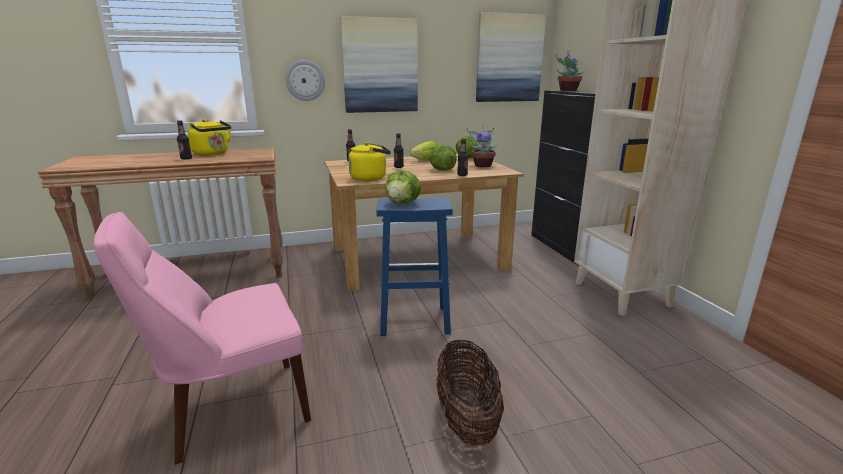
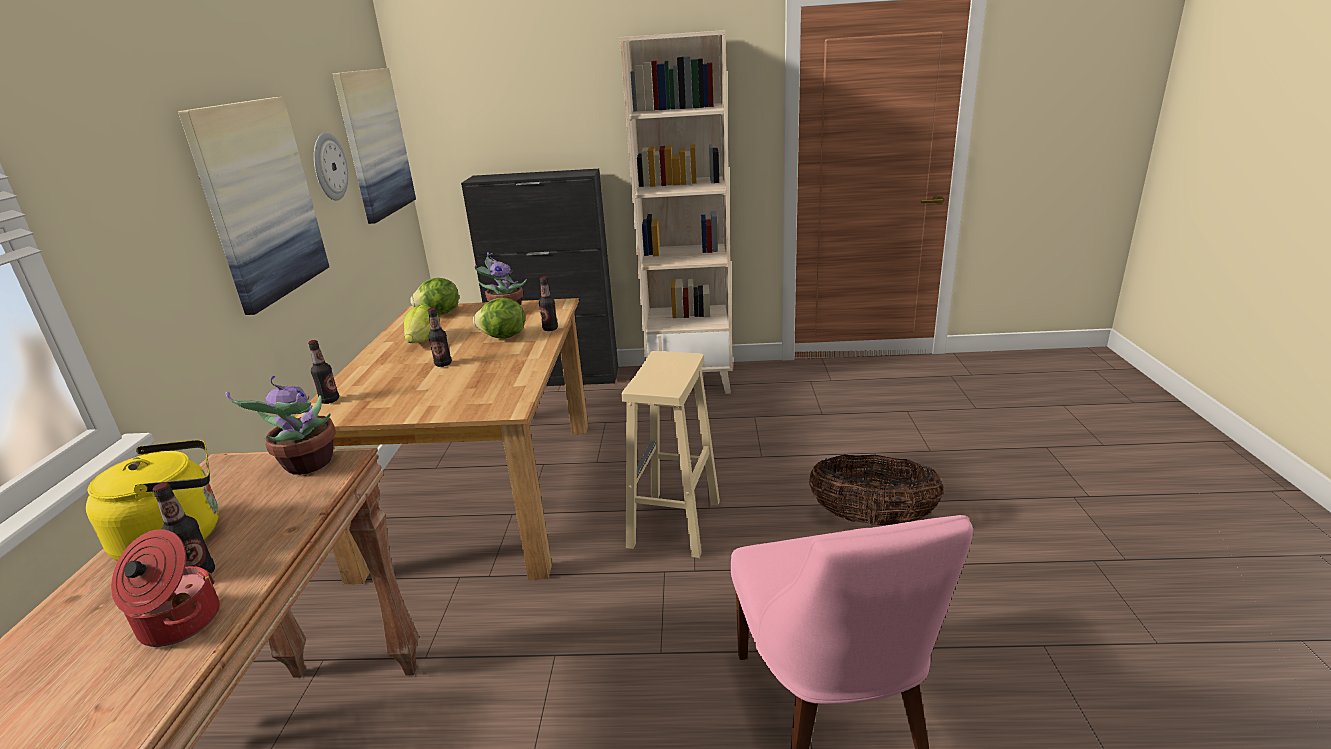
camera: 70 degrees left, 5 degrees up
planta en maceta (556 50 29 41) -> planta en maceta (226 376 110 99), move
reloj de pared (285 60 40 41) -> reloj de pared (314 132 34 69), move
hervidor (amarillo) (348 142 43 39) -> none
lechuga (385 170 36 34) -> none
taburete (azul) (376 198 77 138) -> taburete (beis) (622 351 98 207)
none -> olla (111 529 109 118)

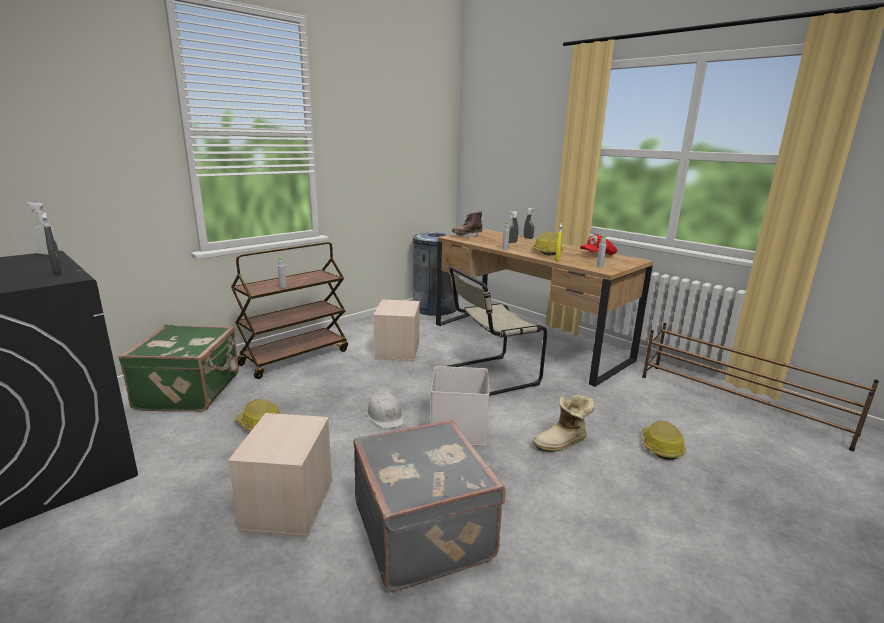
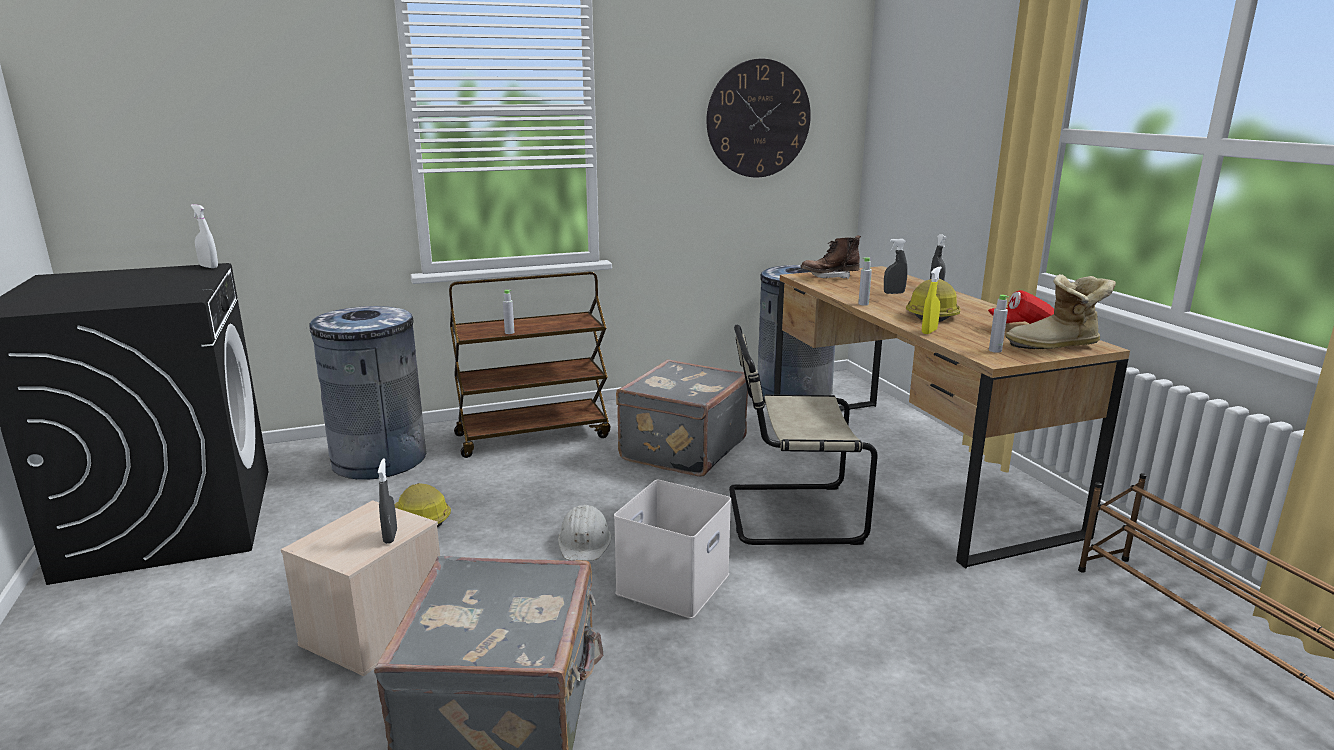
camera: 25 degrees right, 0 degrees up
pulverizador (gris) (42 212 21 63) -> pulverizador (gris) (378 459 19 85), move
caja de almacenaje (beis) (373 299 47 62) -> maleta (gris) (616 360 132 117)
maleta (verde) (118 324 121 88) -> papelera (gris) (310 306 116 174)
bota (532 394 63 58) -> bota (1005 274 111 75), move
casco (642 421 44 39) -> none
none -> reloj de pared (707 59 104 119)

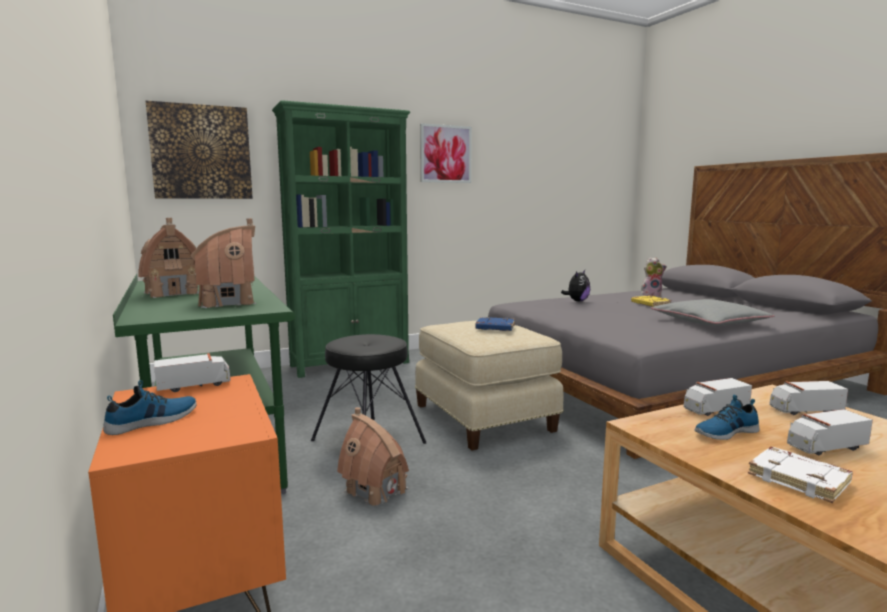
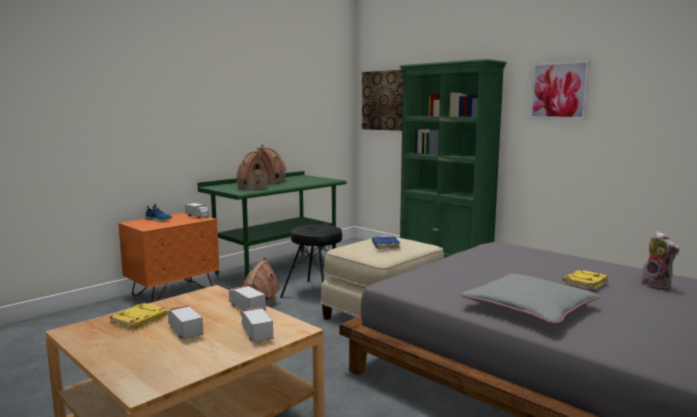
camera: 70 degrees right, 0 degrees up
peluche (561 270 29 31) -> none
zapato (694 395 65 45) -> none
libro (blanco) (748 447 105 56) -> libro (amarillo) (109 303 58 26)

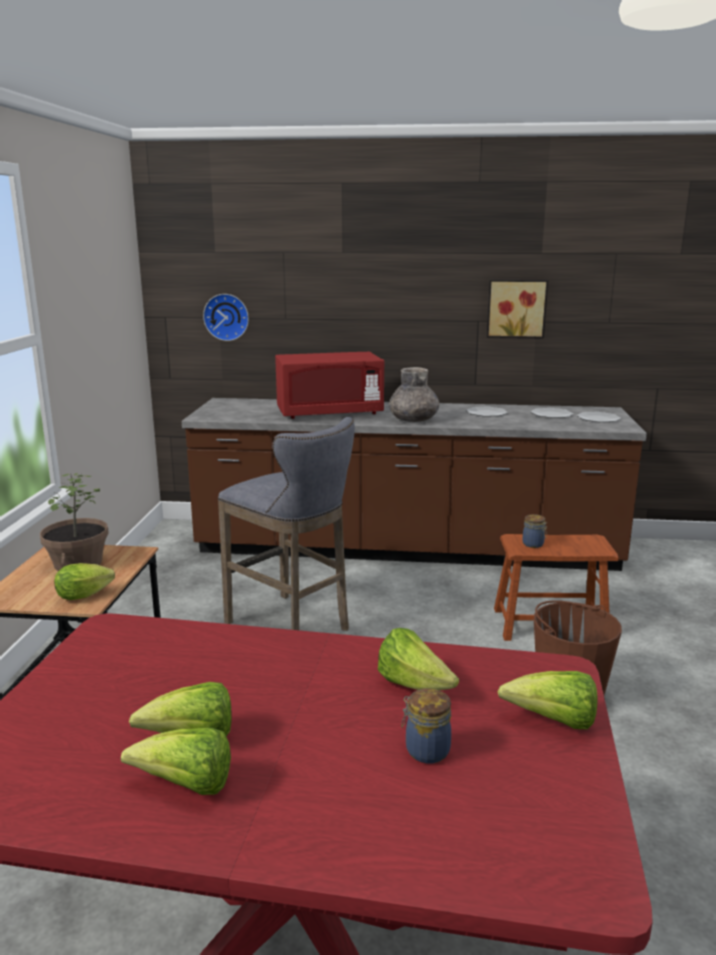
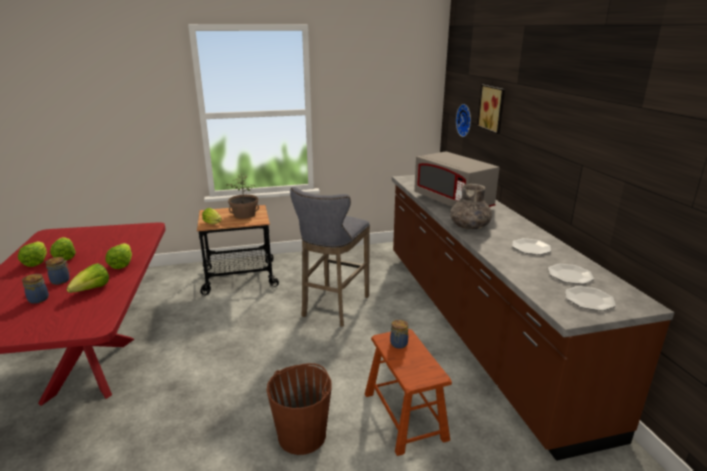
camera: 70 degrees right, 5 degrees up
cuadro (487 280 61 59) -> cuadro (477 85 28 49), move
microondas (rojo) (275 352 109 67) -> microondas (gris) (414 151 86 56)
lechuga (498 671 99 58) -> lechuga (105 243 27 26), move
none -> tarro (45 257 26 28)

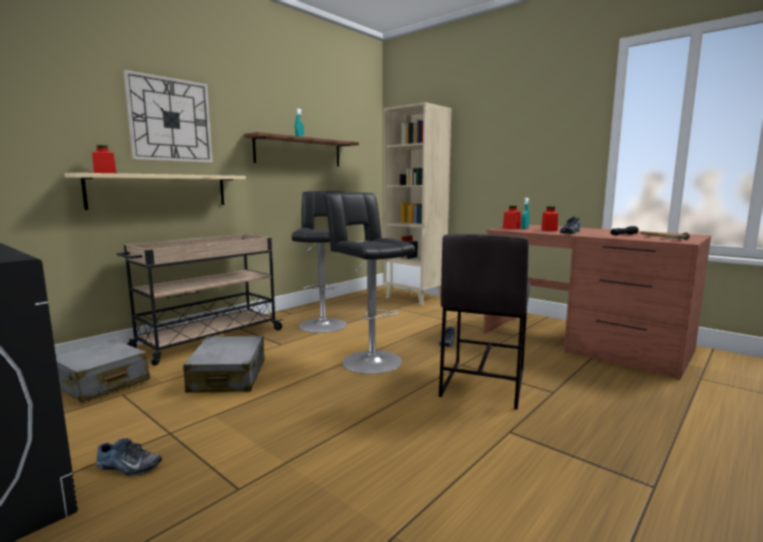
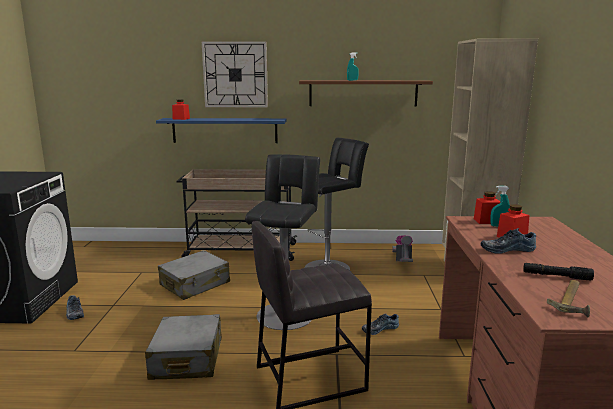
camera: 50 degrees right, 5 degrees up
estante (beis) (64 173 182 37) -> estante (azul) (156 118 130 25)
maleta (gris) (56 340 94 63) -> maleta (gris) (145 314 77 66), move
none -> aspiradora (392 236 21 26)

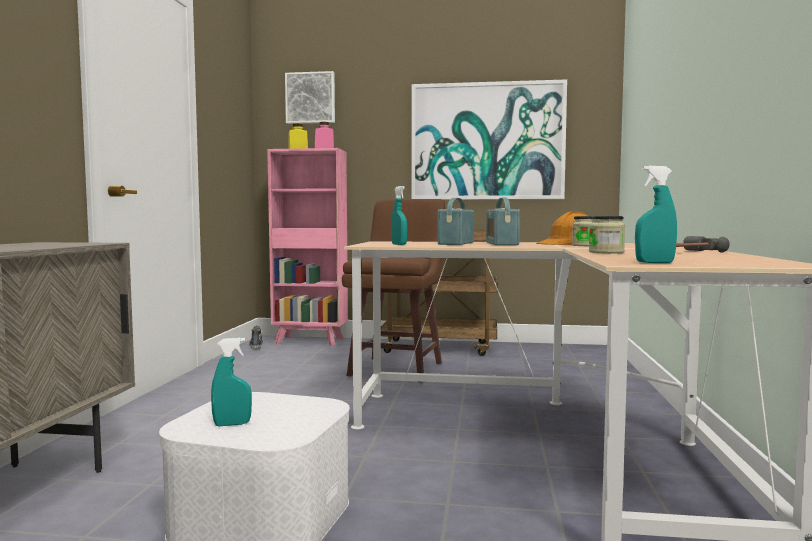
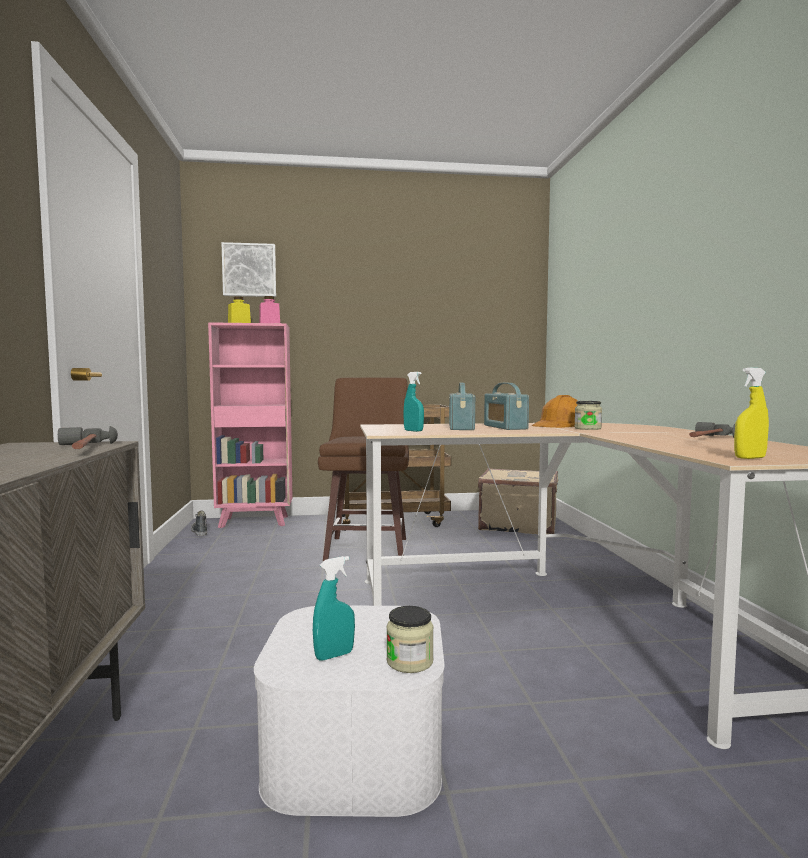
camera: 15 degrees left, 0 degrees up
cuadro (411 79 156 121) -> none
pulverizador (turquesa) (635 166 42 97) -> pulverizador (amarillo) (734 367 35 92)
tarro (589 216 36 38) -> tarro (386 606 48 67), move
none -> martillo (58 426 60 23)
none -> maleta (beis) (478 468 80 66)

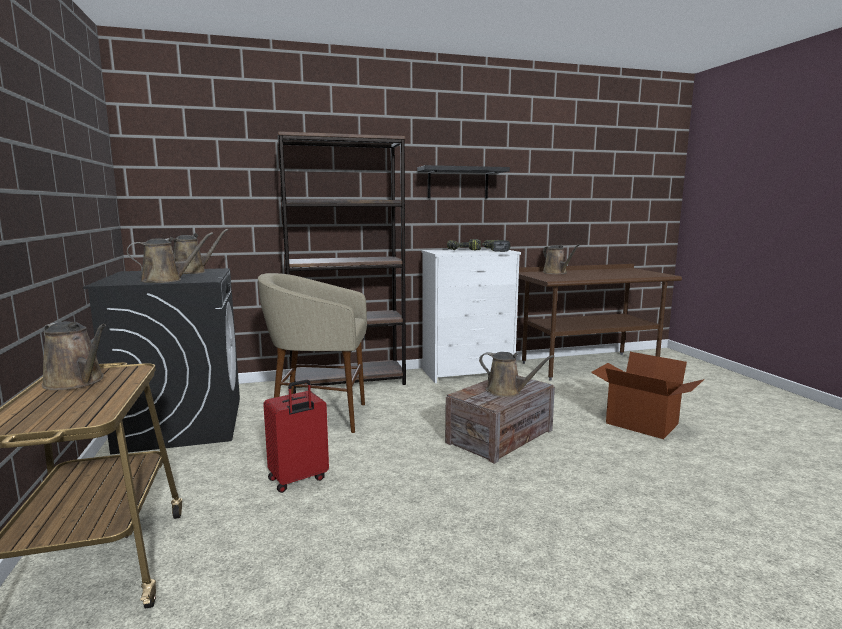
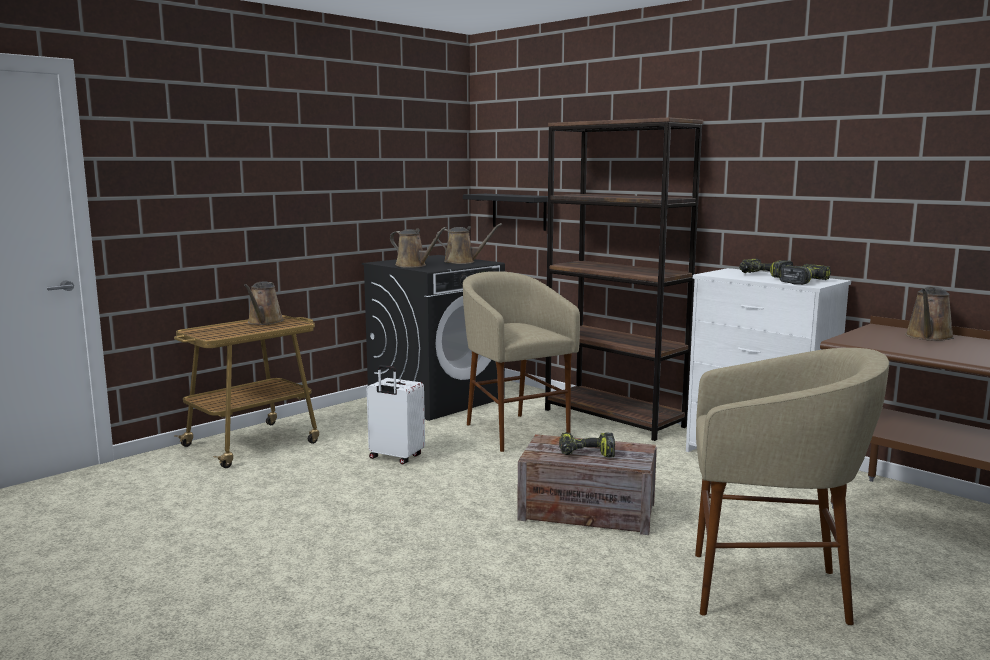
camera: 60 degrees right, 0 degrees up
estante (negro) (417 165 93 34) -> estante (negro) (463 194 85 37), move
regadera (marrón) (479 352 75 45) -> taladro (559 432 56 25)
caja de cartón (591 352 113 87) -> taburete (beis) (695 348 194 277)
maleta (rojo) (263 380 66 113) -> maleta (blanco) (367 365 58 100)

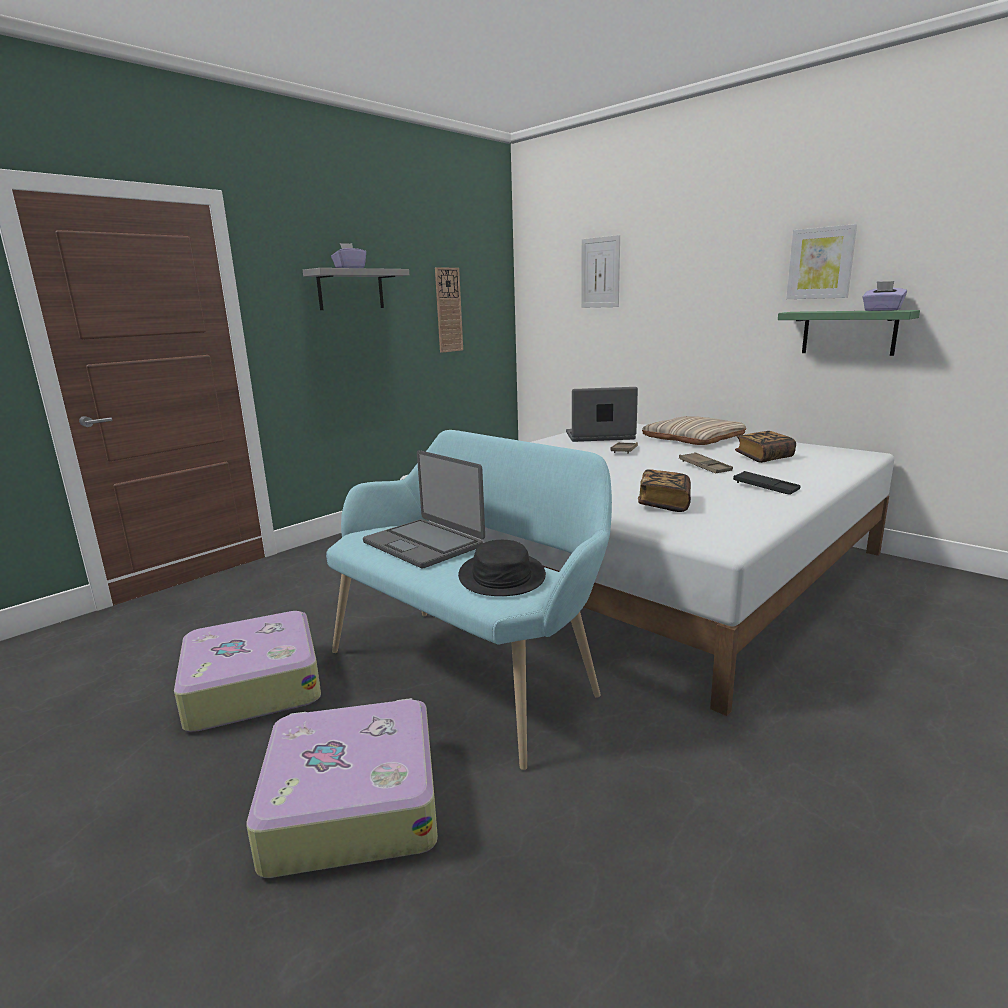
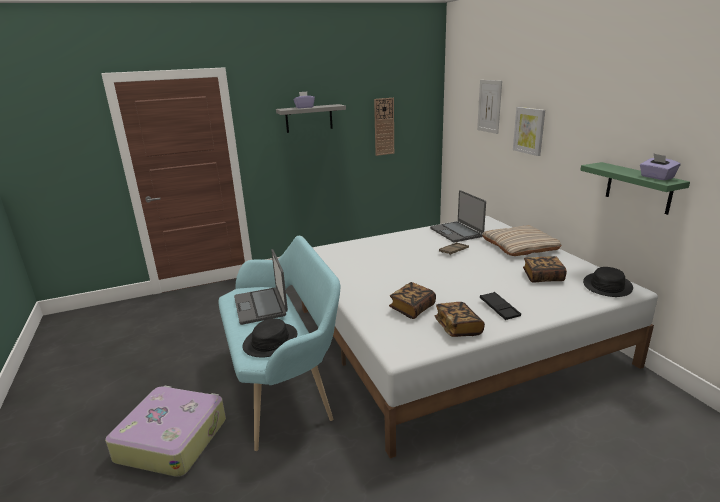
camera: 25 degrees right, 5 degrees up
cuadro (786 224 71 75) -> cuadro (513 107 32 49), move
portátil (566 387 72 55) -> portátil (430 190 56 53), 135 degrees counterclockwise
bandeja (marrón) (679 452 54 21) -> none
maleta (174 611 147 121) -> none
none -> sombrero (negro) (583 267 50 30)
none -> libro (435 302 50 35)

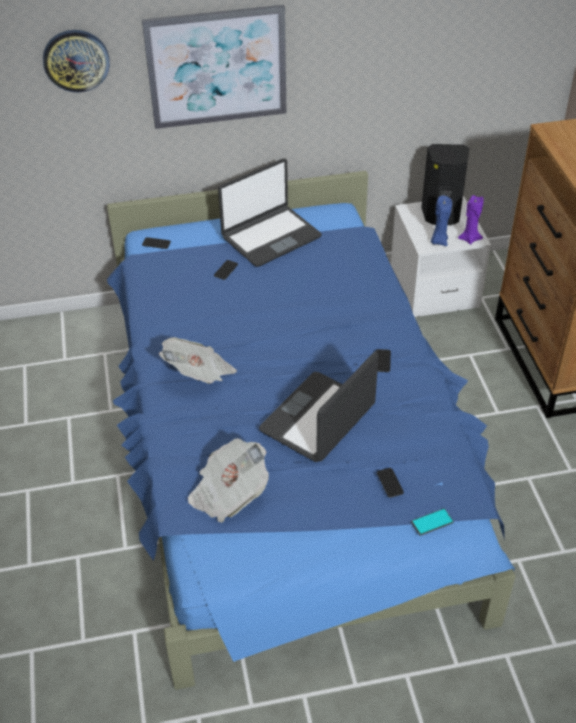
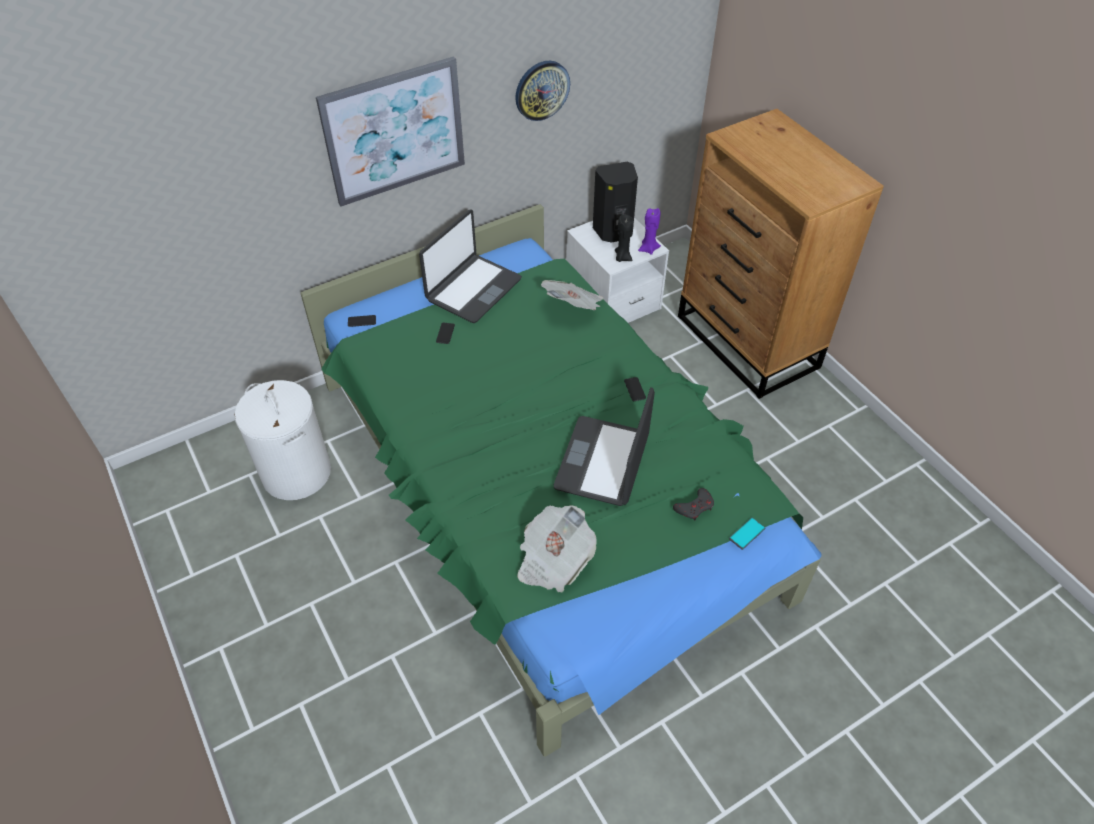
camera: 20 degrees left, 5 degrees up
reloj de pared (43 30 67 63) -> reloj de pared (515 61 55 60), move
cama (azul) (107 171 408 519) -> cama (verde) (300 204 521 553)
vela (azul) (431 196 21 50) -> vela (negro) (615 214 18 48)
periódico (159 337 78 47) -> periódico (541 280 63 30), move
móvil (377 468 27 30) -> mando de consola (gris) (673 488 41 33)
none -> cesto de la ropa (blanco) (235 380 96 120)

